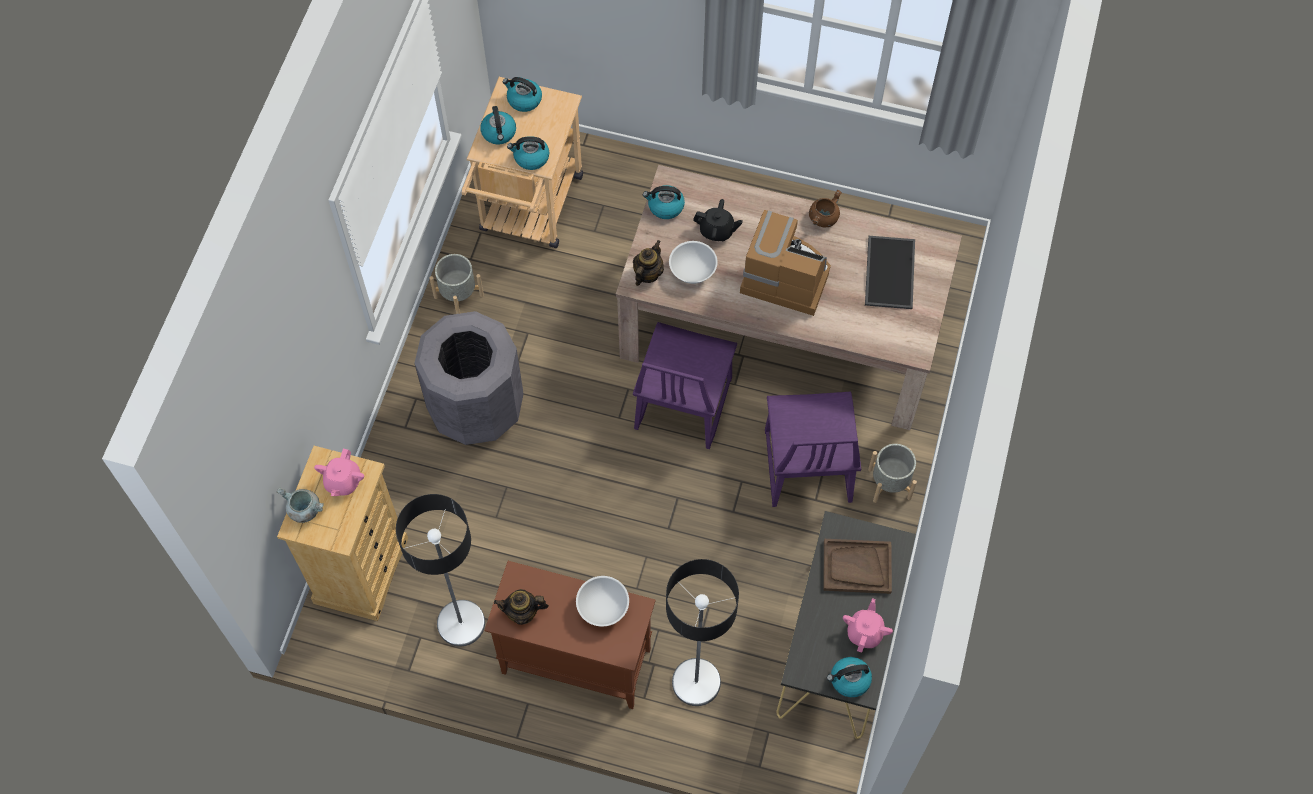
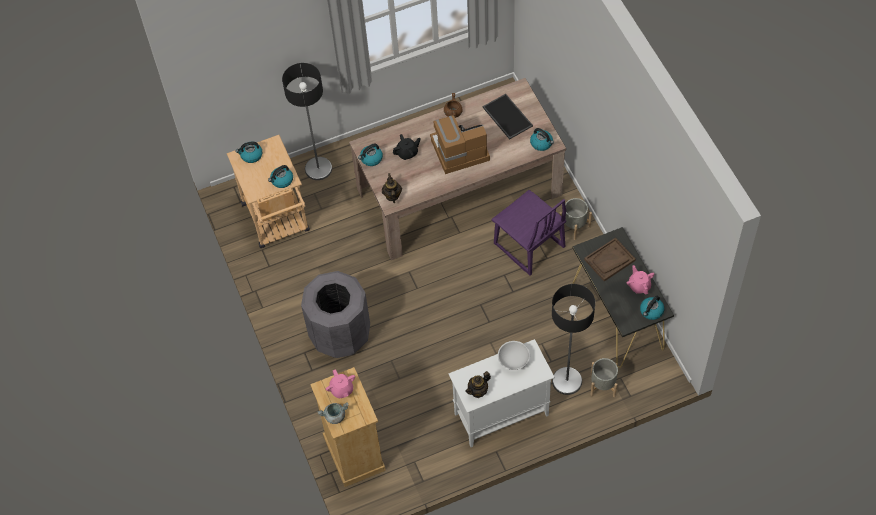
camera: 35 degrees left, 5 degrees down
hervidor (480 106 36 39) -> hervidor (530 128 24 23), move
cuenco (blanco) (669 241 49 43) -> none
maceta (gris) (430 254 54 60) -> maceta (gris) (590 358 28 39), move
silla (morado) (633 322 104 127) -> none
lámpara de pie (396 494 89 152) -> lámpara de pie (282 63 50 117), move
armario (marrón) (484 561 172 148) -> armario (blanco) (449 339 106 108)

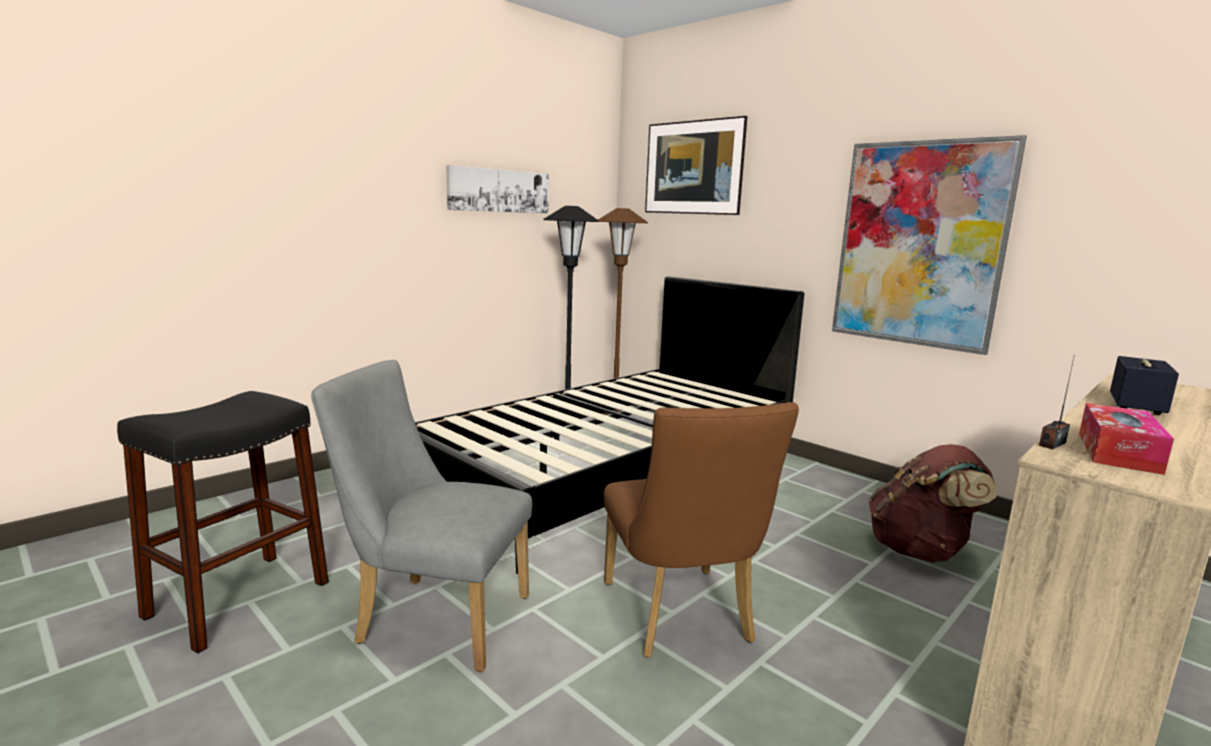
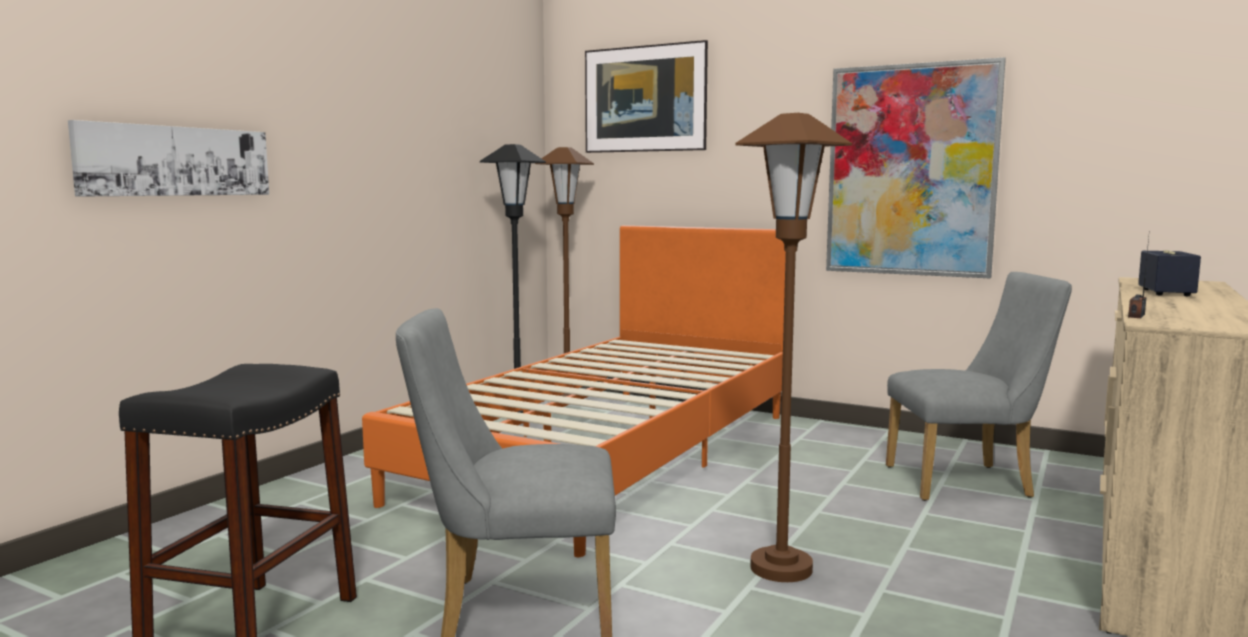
camera: 15 degrees left, 5 degrees down
cuadro (446 165 103 48) -> cuadro (68 120 201 77), move
cama (negro) (415 276 389 298) -> cama (naranja) (362 225 424 332)
silla (marrón) (604 402 195 255) -> lámpara de pie (marrón) (735 113 117 469)
caja de pañuelos (1079 403 95 72) -> none
mochila (marrón) (869 444 127 119) -> silla (gris) (886 272 186 229)

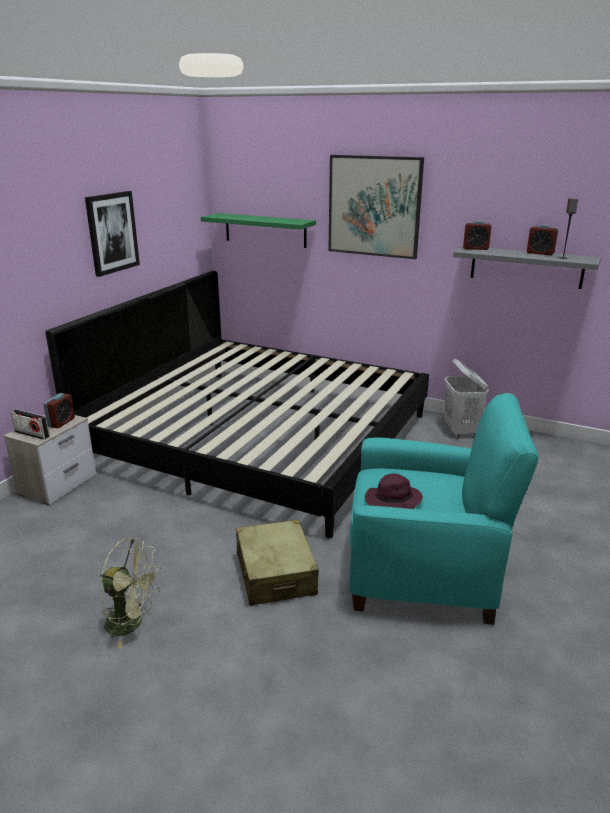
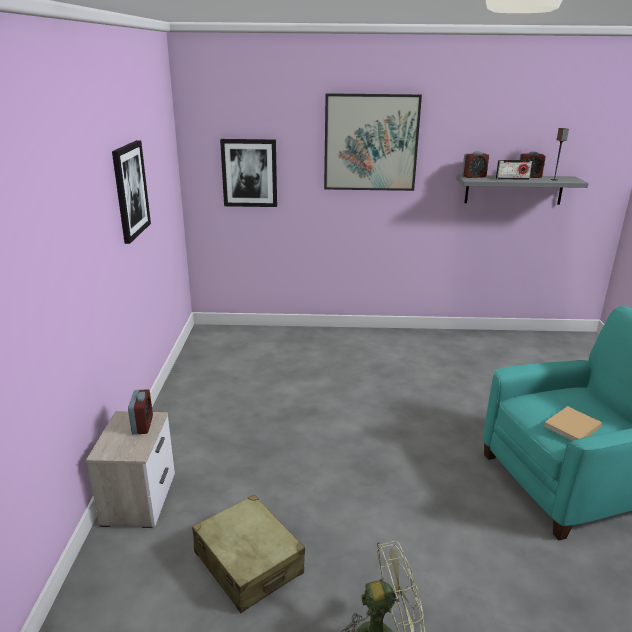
camera: 25 degrees left, 0 degrees up
estante (verde) (201 213 115 35) -> cuadro (220 139 57 68)
cama (45 271 384 267) -> none
cesto de la ropa (blanco) (444 359 45 80) -> none
radio (11 409 39 31) -> radio (496 160 36 20), move
sombrero (morado) (365 473 58 36) -> libro (beis) (544 406 58 35)
maleta (beis) (236 519 83 87) -> maleta (beis) (192 495 113 118), move

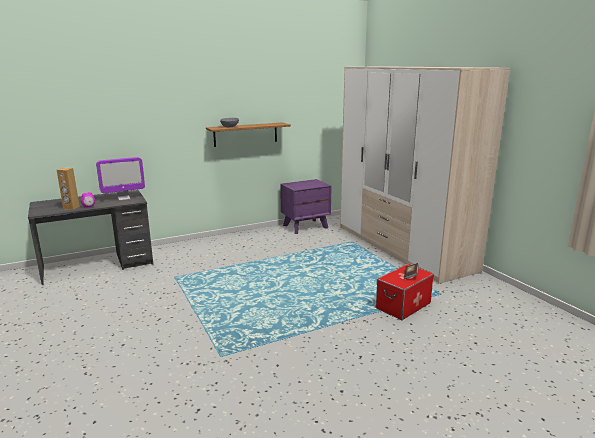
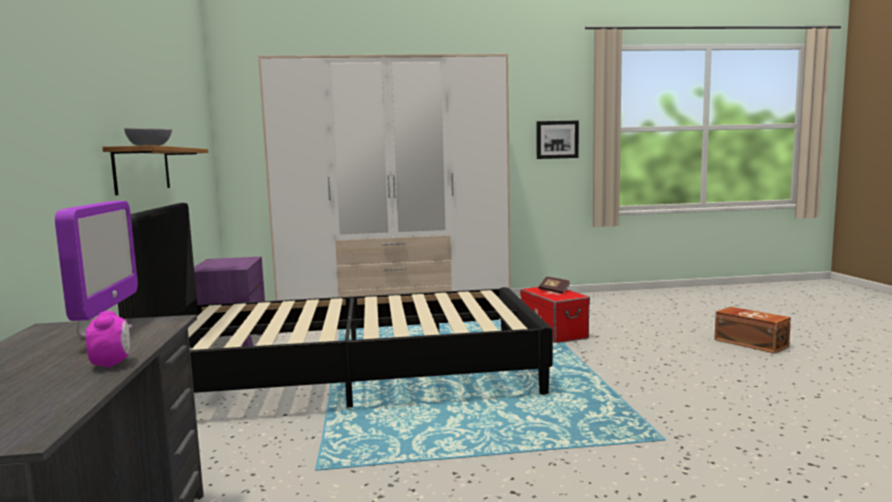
camera: 70 degrees left, 10 degrees down
altavoz (marrón) (57 168 23 42) -> none
none -> cuadro (536 120 43 39)
none -> cama (negro) (118 203 435 204)
none -> caja de almacenaje (marrón) (714 307 77 47)

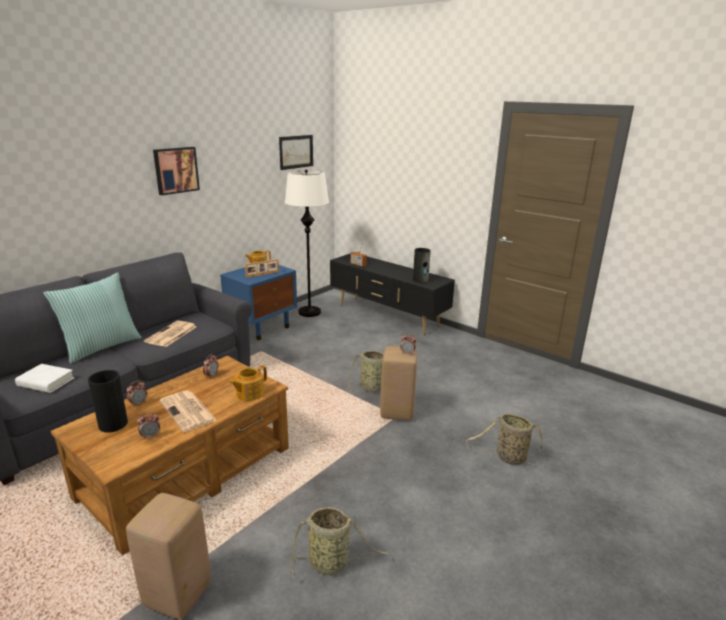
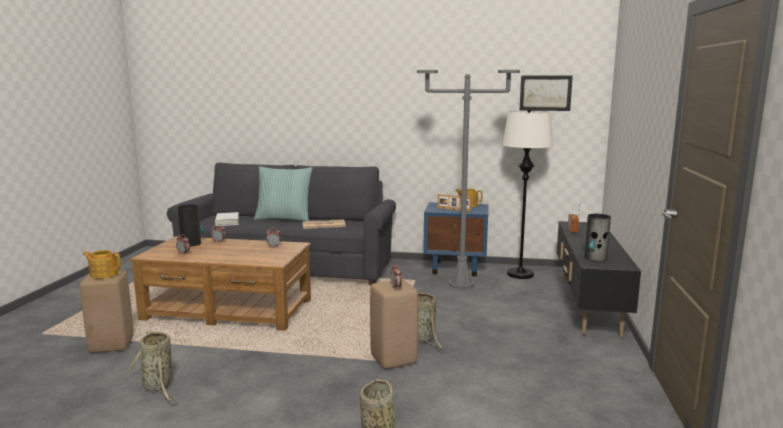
camera: 60 degrees right, 10 degrees down
cuadro (153 147 47 48) -> none
tetera (229 365 38 36) -> tetera (83 250 38 29), move
periódico (160 390 57 42) -> none
none -> lámpara de pie (gris) (417 70 103 219)

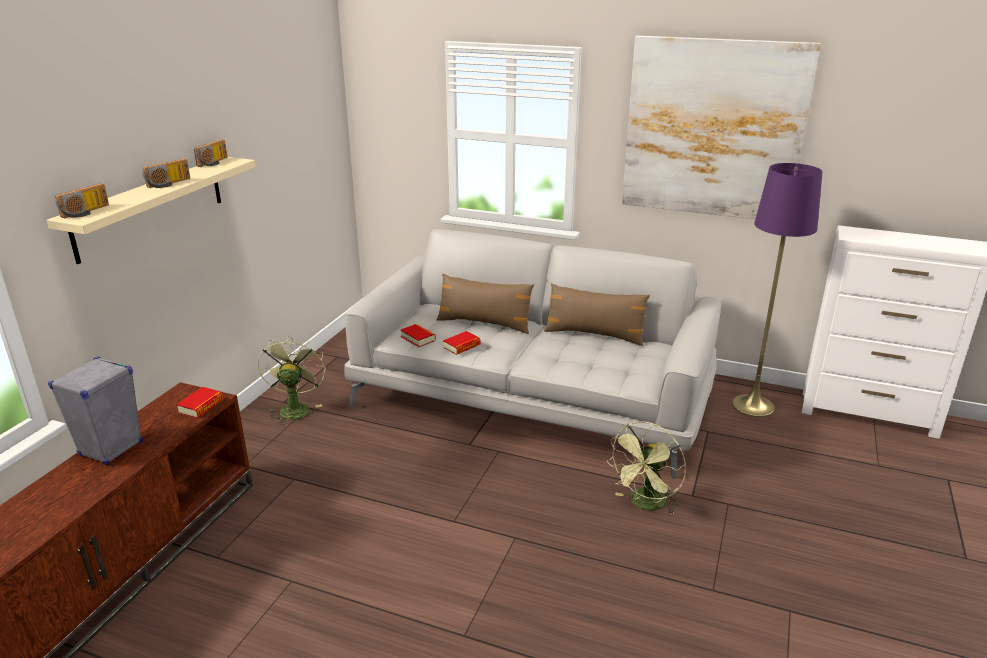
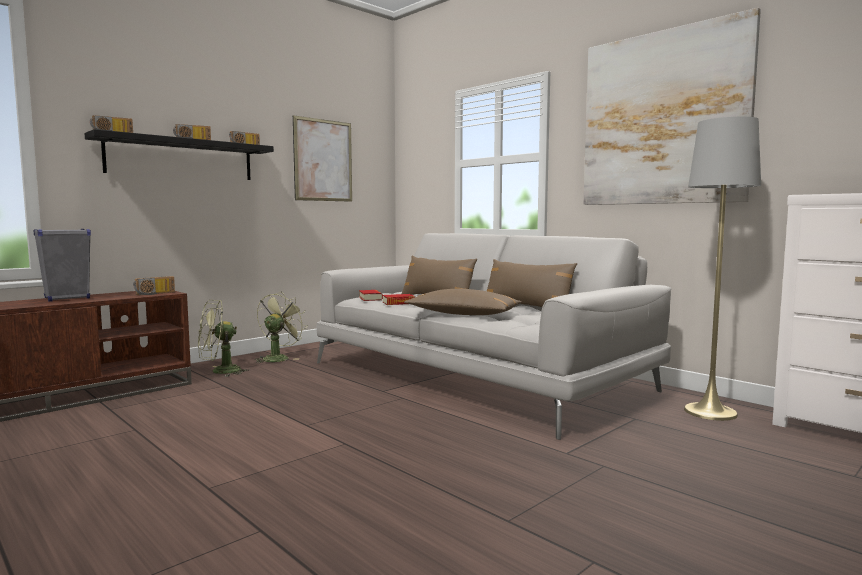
camera: 25 degrees right, 20 degrees down
estante (beis) (47 157 208 107) -> estante (negro) (85 129 189 51)
lámpara de pie (morado) (732 163 91 255) -> lámpara de pie (gris) (684 117 77 304)
libro (176 387 48 31) -> radio (133 276 42 19)
ventilador (verde) (607 421 79 93) -> ventilador (verde) (198 300 51 77), move
none -> cuadro (293 115 59 87)
none -> cojín (marrón) (404 289 118 26)

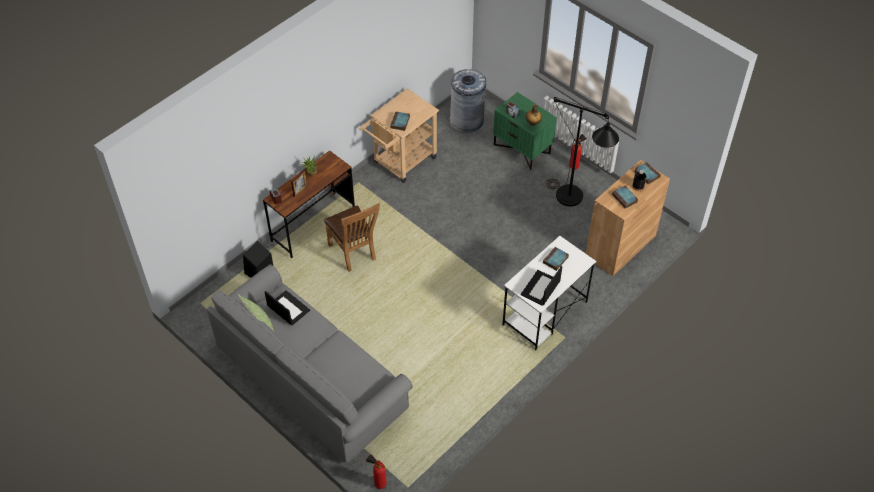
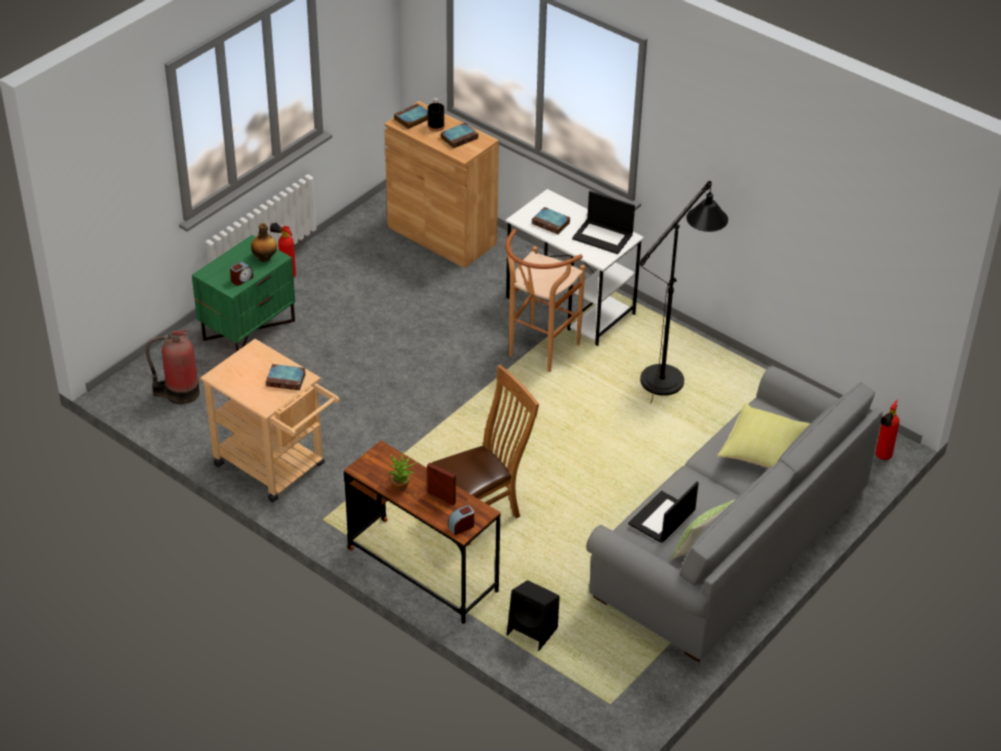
camera: 95 degrees left, 10 degrees down
papelera (gris) (450 69 36 64) -> extintor (145 329 55 76)
lámpara de pie (negro) (546 97 73 110) -> lámpara de pie (negro) (640 181 88 221), move
none -> taburete (marrón) (505 229 80 143)
none -> cojín (amarillo) (717 403 94 65)

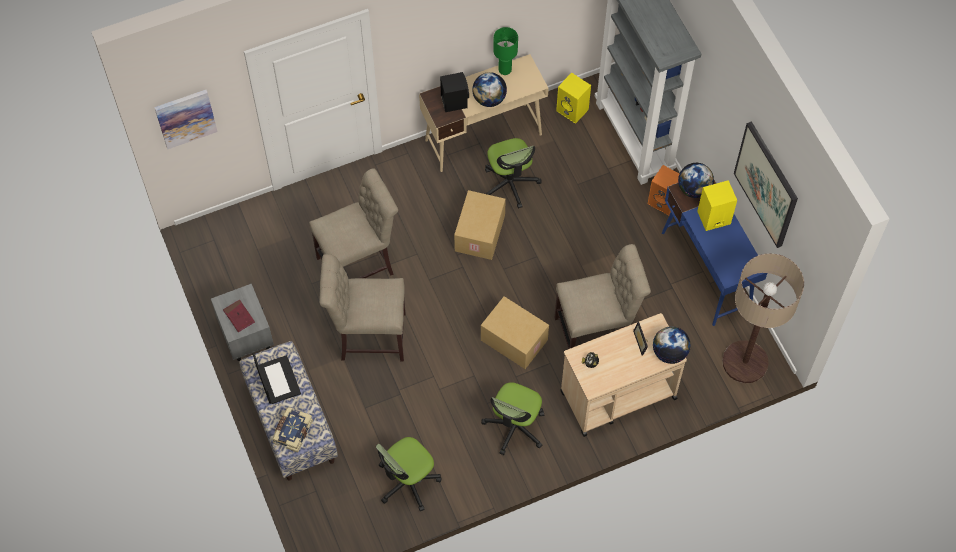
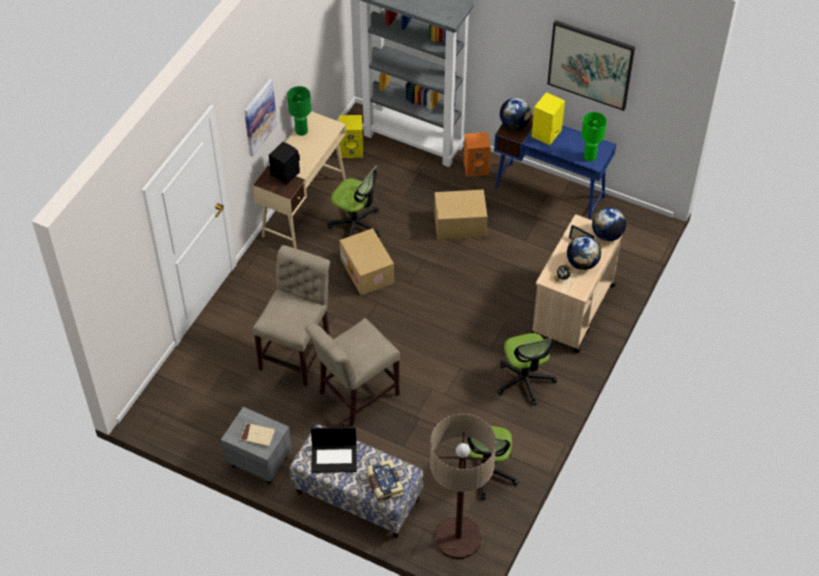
camera: 40 degrees left, 10 degrees down
globo terráqueo (472 72 35 35) -> globo terráqueo (567 236 34 34), move
cuadro (154 90 64 59) -> cuadro (244 79 33 78), move
silla (beis) (555 244 96 105) -> none
lámpara de pie (722 253 82 130) -> lámpara de pie (430 414 66 145), move
caja de cartón (481 296 68 73) -> caja de cartón (434 190 53 49), move
libro (rojo) (223 300 32 32) -> libro (beis) (240 423 35 24)
portátil (252 353 49 51) -> portátil (311 427 46 46), 150 degrees clockwise
none -> lámpara de mesa (verde) (581 112 26 50)

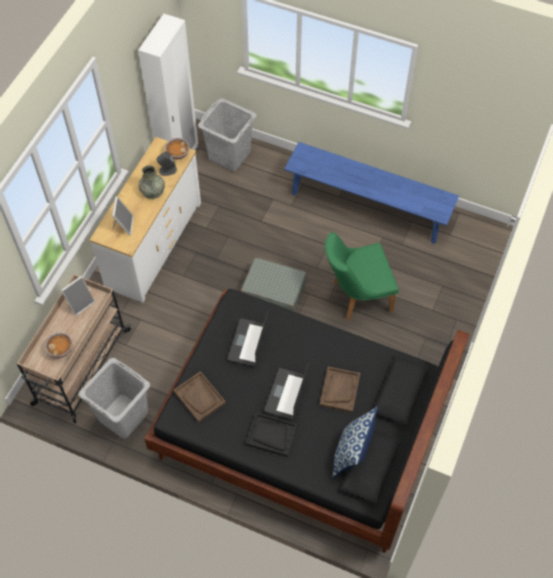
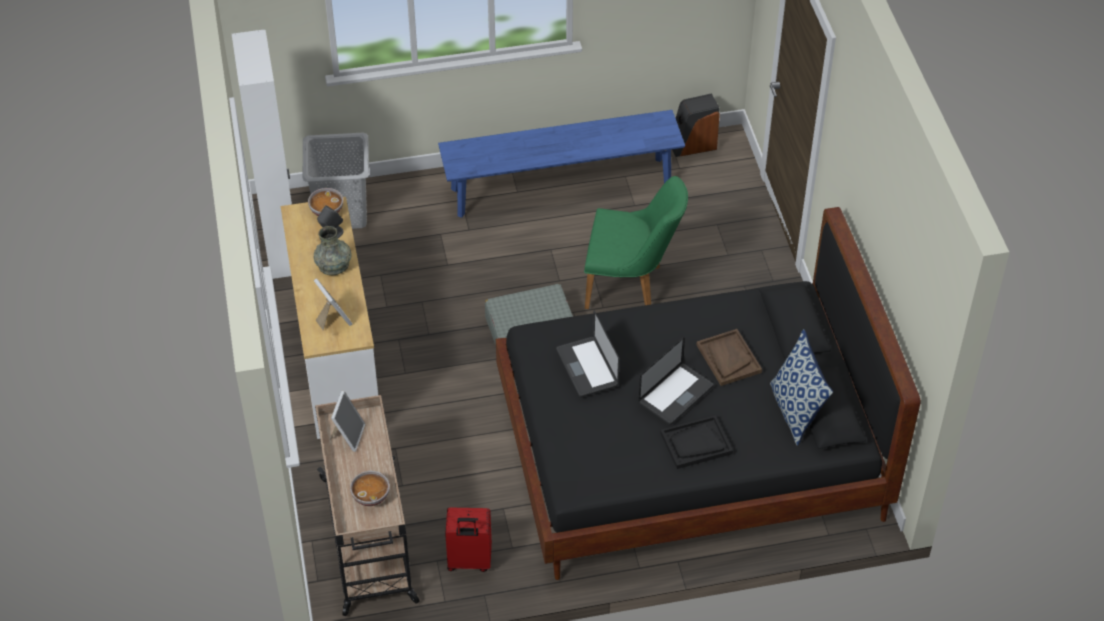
camera: 35 degrees left, 10 degrees down
silla (verde) (325 232 74 89) -> silla (verde) (584 176 104 133), 120 degrees counterclockwise
cesto de la ropa (gris) (78 358 72 80) -> maleta (rojo) (445 508 47 64)
portátil (264 363 45 57) -> portátil (639 337 74 88), 120 degrees counterclockwise
bandeja (marrón) (173 371 53 52) -> none
none -> altavoz (672 93 48 64)

